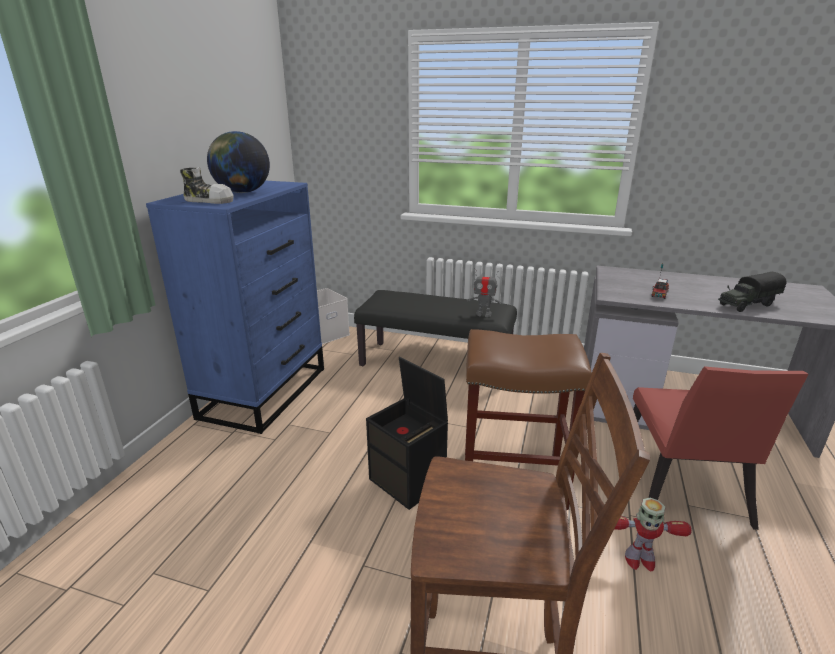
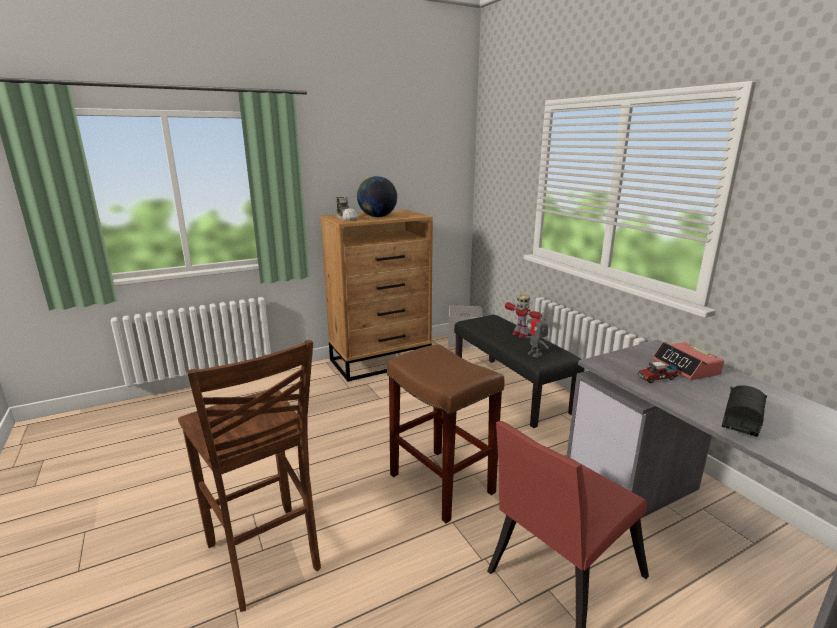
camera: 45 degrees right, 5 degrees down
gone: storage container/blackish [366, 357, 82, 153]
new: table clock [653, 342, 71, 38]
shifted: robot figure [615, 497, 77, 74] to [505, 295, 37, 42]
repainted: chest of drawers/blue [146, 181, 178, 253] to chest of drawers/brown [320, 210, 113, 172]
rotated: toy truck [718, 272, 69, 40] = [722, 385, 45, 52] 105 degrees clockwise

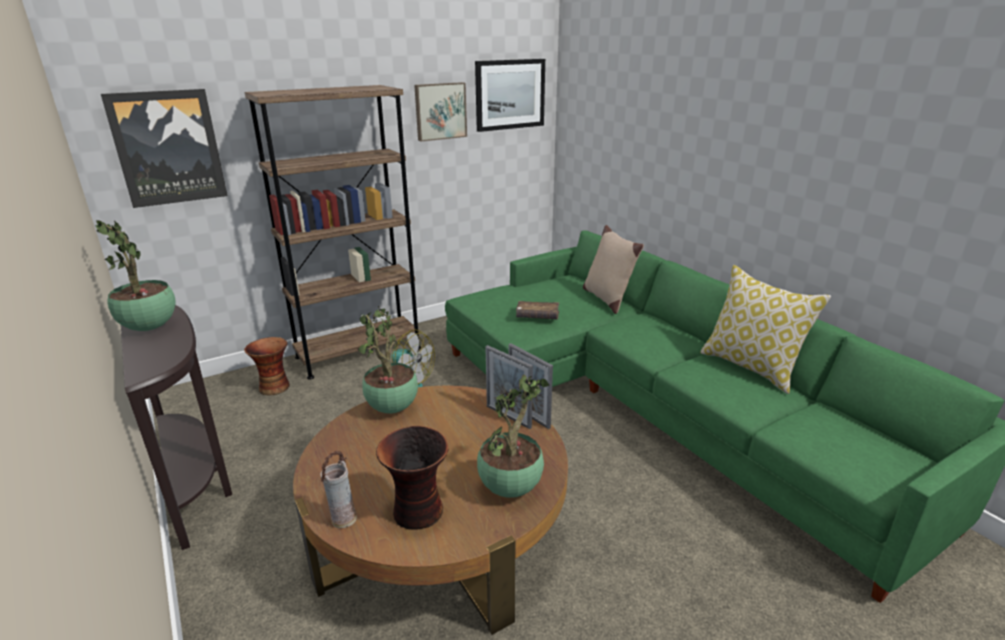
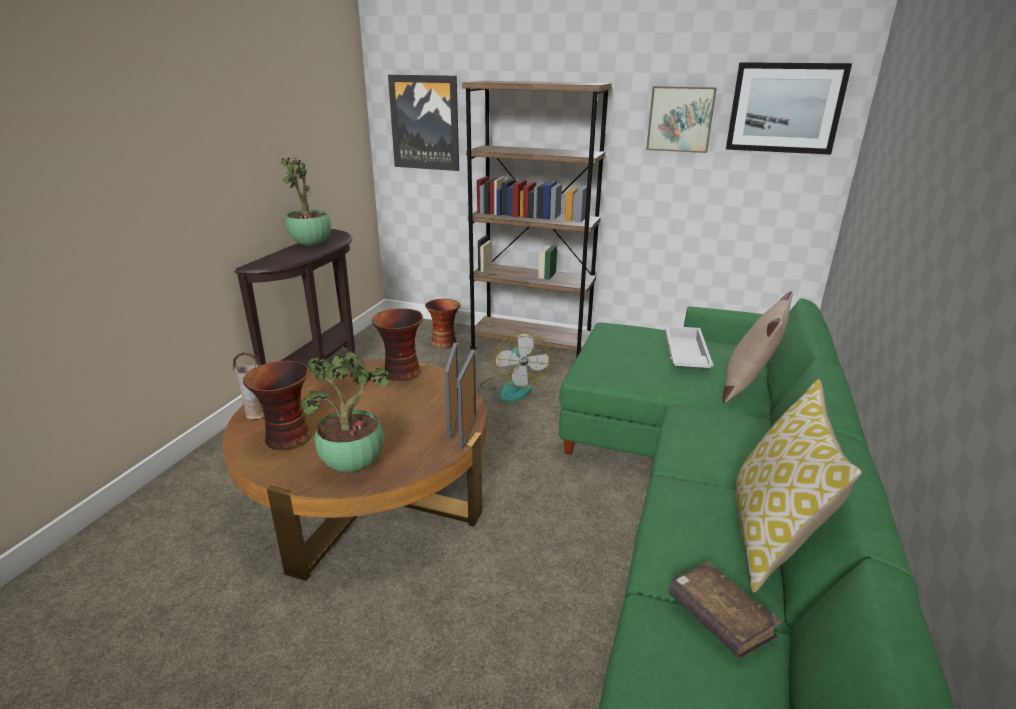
camera: 50 degrees right, 0 degrees up
new: tray/white [665, 326, 49, 42]
shifted: volume/brown [516, 301, 43, 18] to [668, 562, 114, 96]
swapped: potted plant [357, 306, 61, 108] to decorative vase [372, 308, 51, 73]

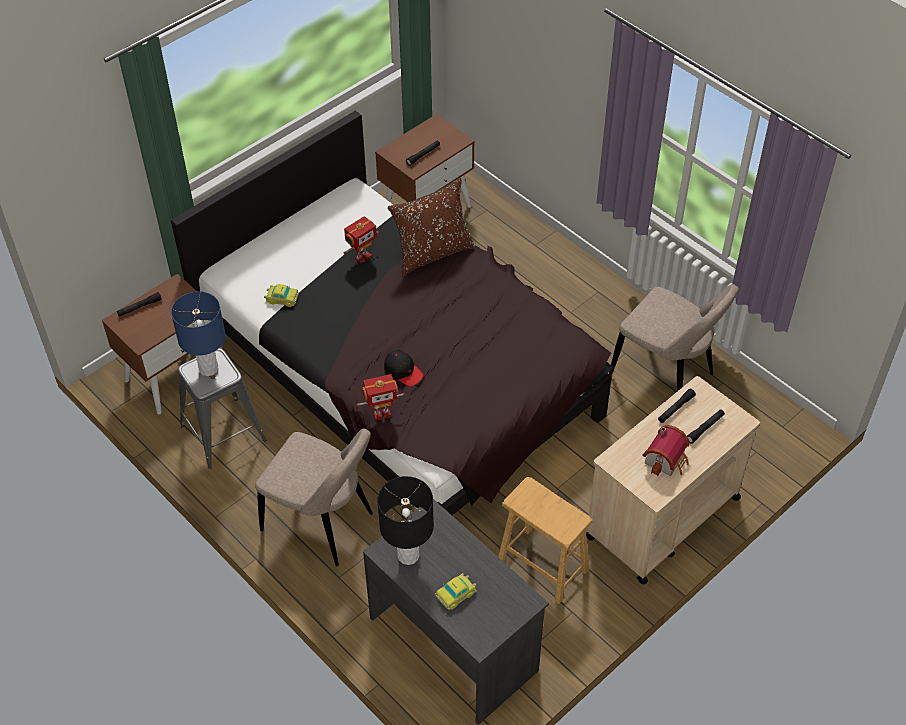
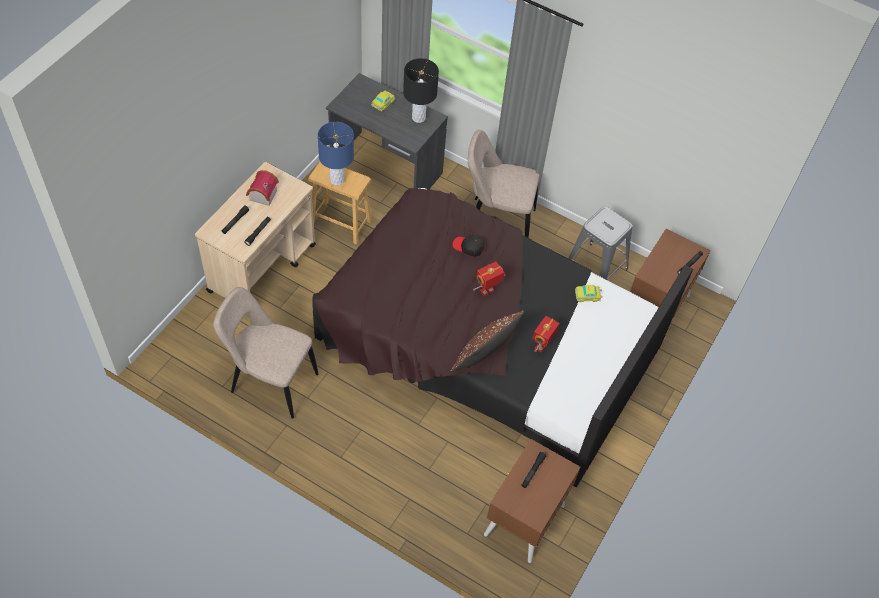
camera: 160 degrees right, 5 degrees up
shifted: lamp for a table/blue [171, 291, 55, 85] to [318, 122, 36, 63]; robot figure [356, 374, 49, 46] to [473, 262, 33, 34]

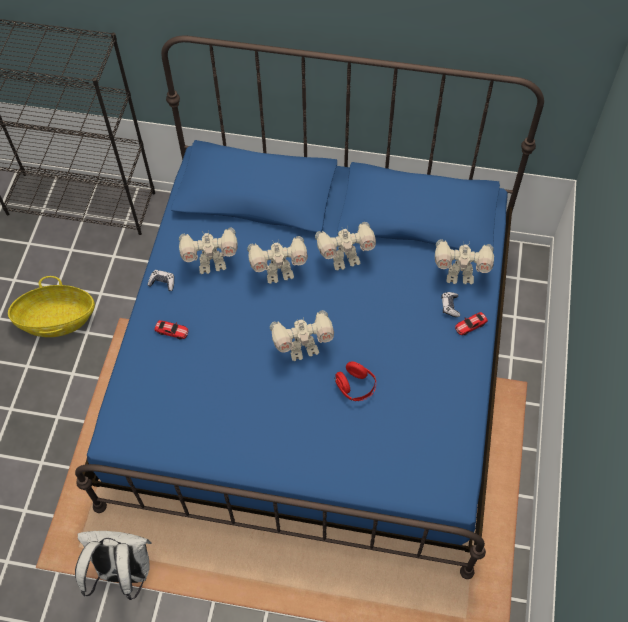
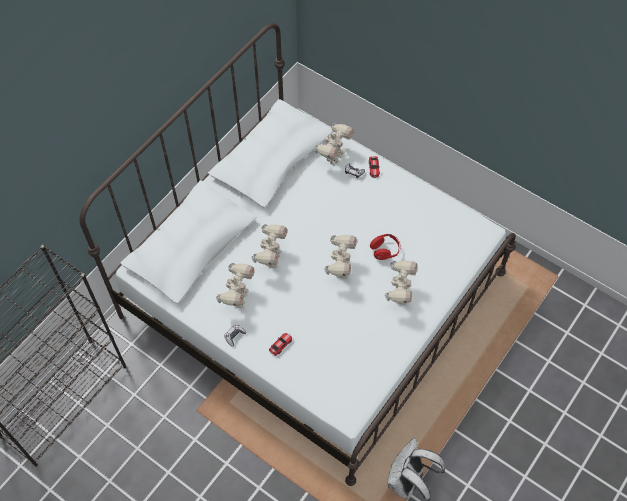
camera: 65 degrees left, 0 degrees up
gone: household basket [8, 276, 87, 61]
shifted: robot figure [315, 222, 61, 48] to [385, 261, 32, 44]
repainted: sleeping bed/blue [75, 35, 469, 544] to sleeping bed/white [79, 23, 437, 463]

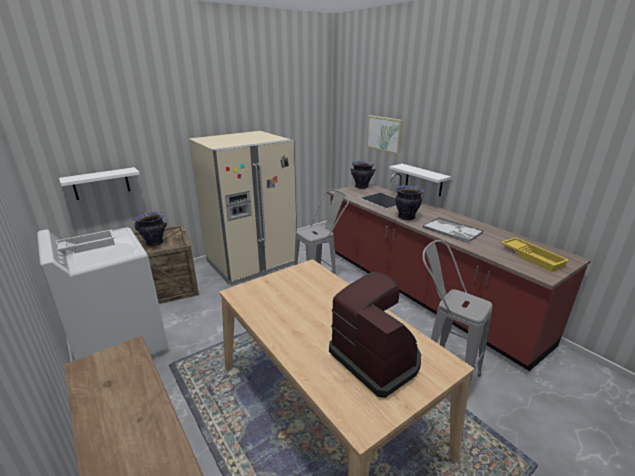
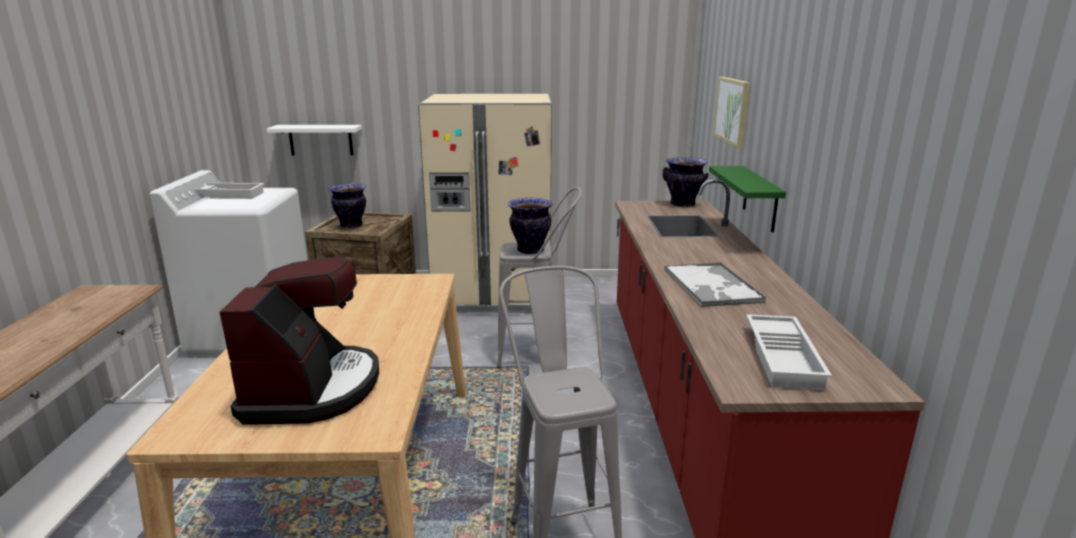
camera: 35 degrees right, 5 degrees down
shifted: decorative vase [395, 185, 29, 36] to [508, 198, 45, 57]
repainted: wall shelf/white [389, 164, 62, 32] to wall shelf/green [709, 166, 77, 67]; tray/yellow-coloured [501, 237, 68, 35] to tray/white [746, 314, 86, 77]

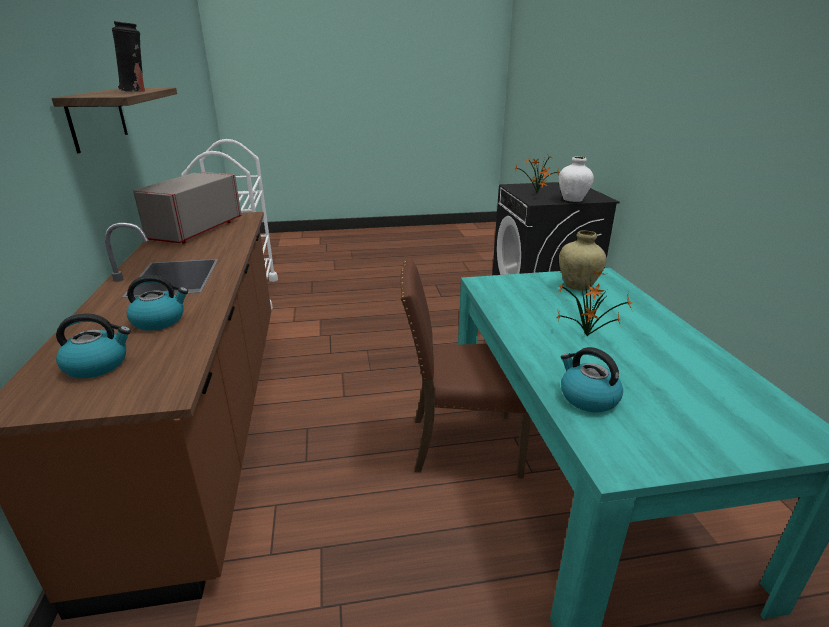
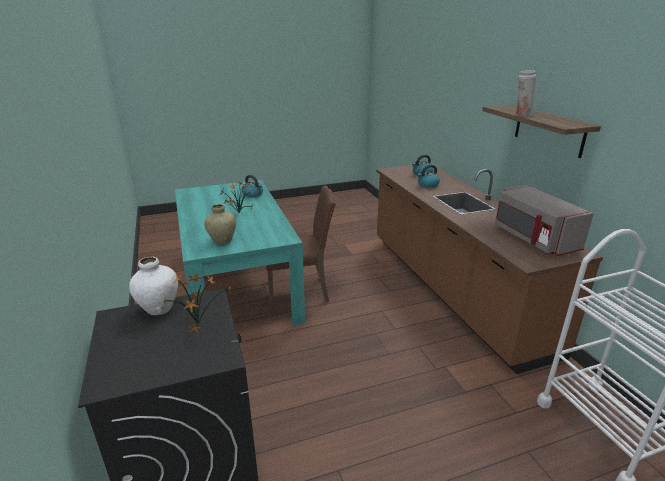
camera: 170 degrees right, 0 degrees up
repainted: decorative vase/blackish [112, 21, 33, 71] to decorative vase/white [516, 70, 21, 46]
rotated: microwave oven/gray [133, 172, 109, 72] = [495, 185, 99, 71] 150 degrees clockwise

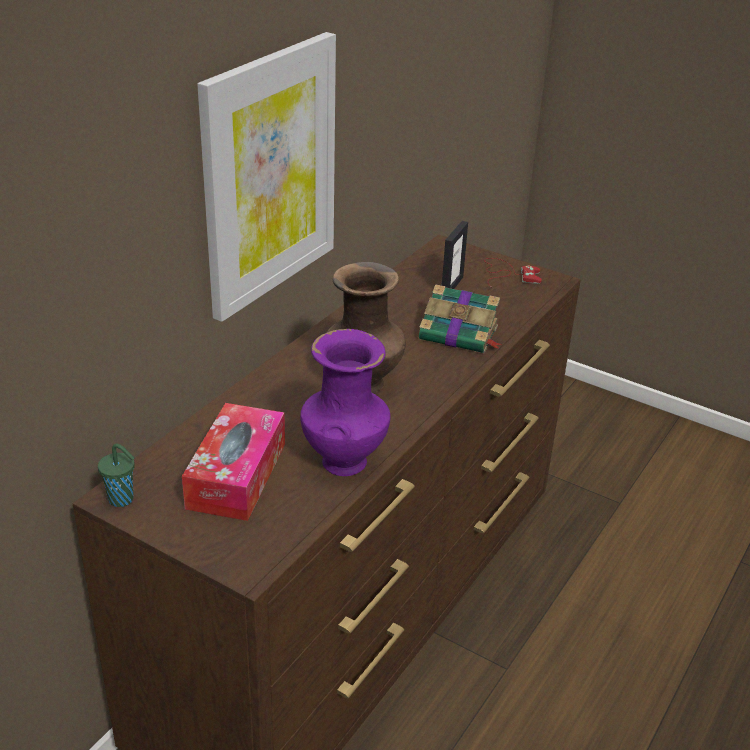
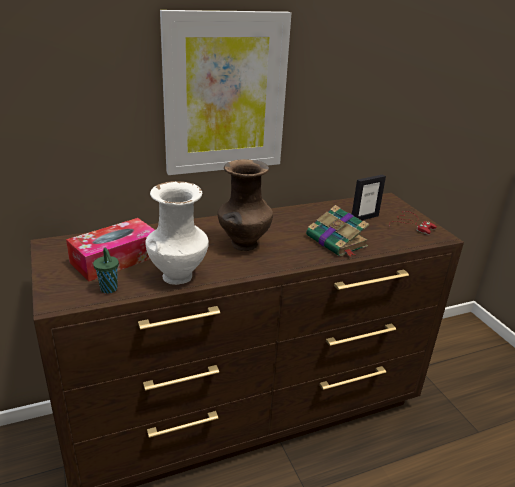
camera: 35 degrees right, 5 degrees down
shifted: small cup/green [98, 444, 37, 63] to [93, 248, 26, 45]
repainted: decorative vase/purple [300, 329, 90, 147] to decorative vase/white [146, 181, 63, 104]

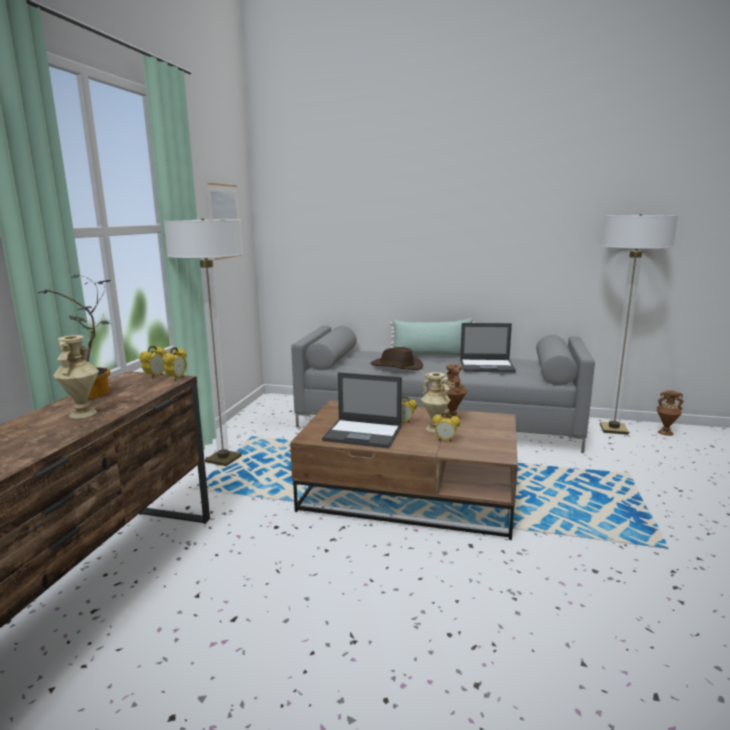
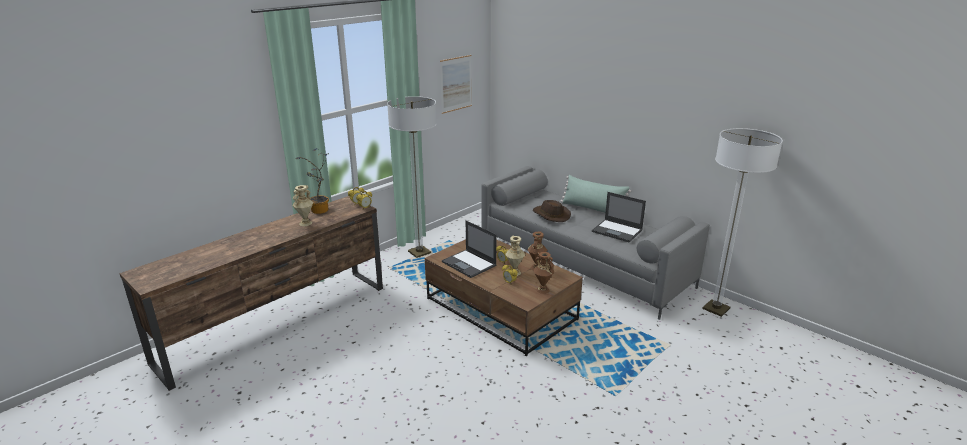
camera: 30 degrees right, 10 degrees up
shifted: decorative vase/brown [657, 390, 27, 46] to [533, 252, 22, 42]

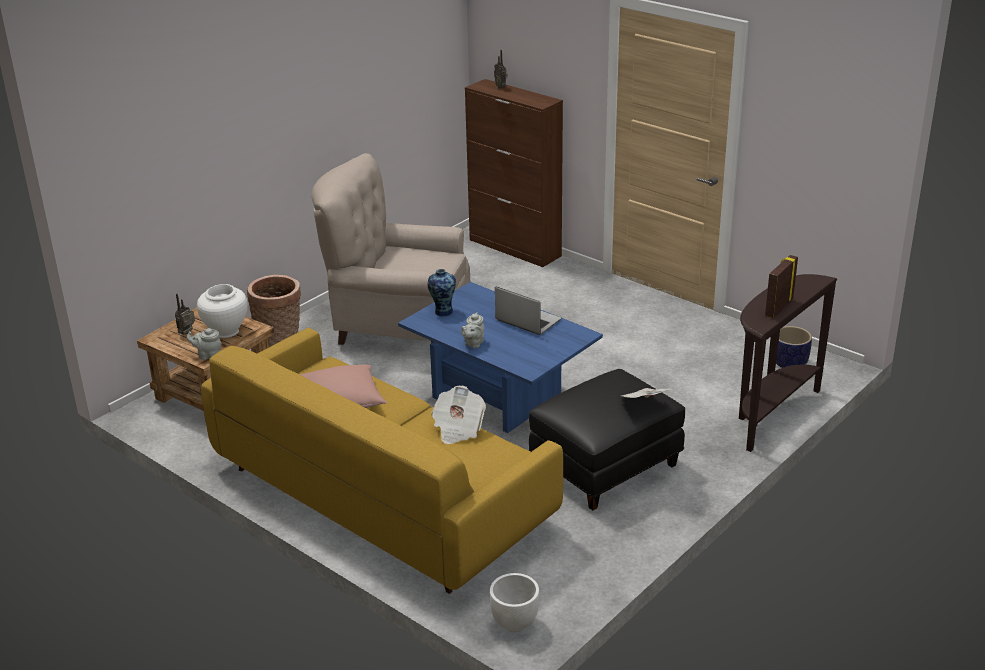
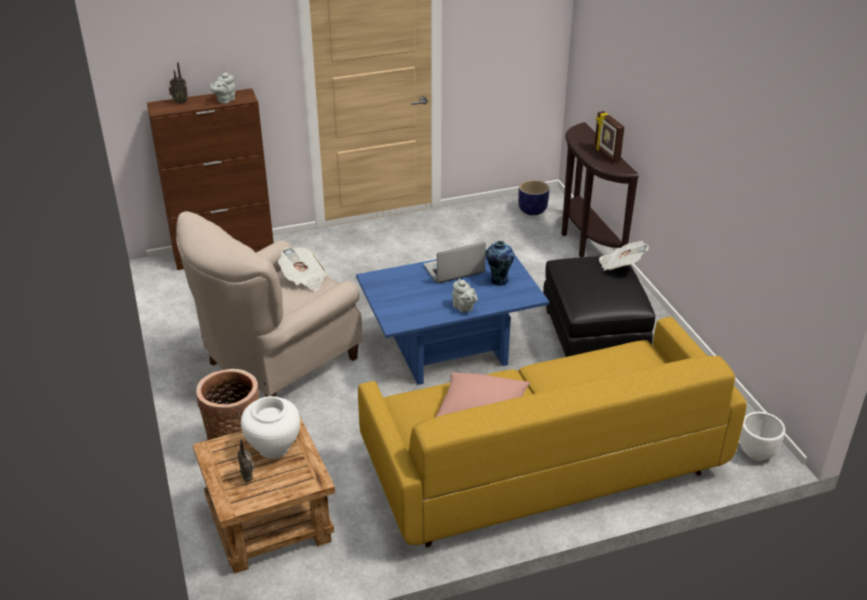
camera: 60 degrees left, 5 degrees up
shifted: pot for tea/gray [187, 328, 35, 32] to [210, 72, 25, 32]; decorative vase [428, 269, 28, 47] to [486, 241, 28, 45]; printed paper [431, 386, 55, 58] to [278, 247, 50, 44]

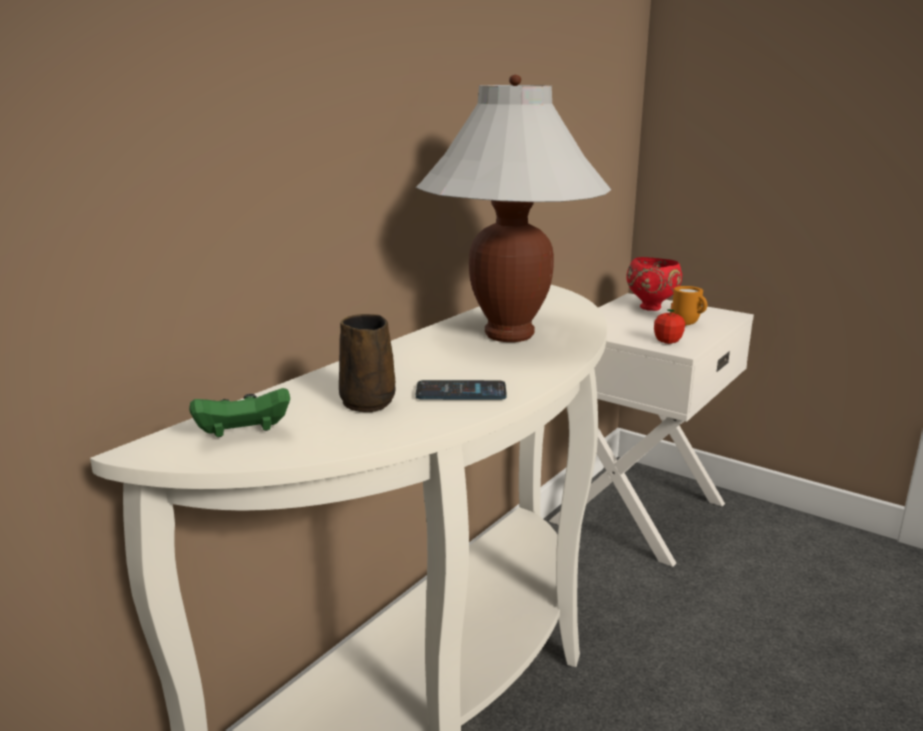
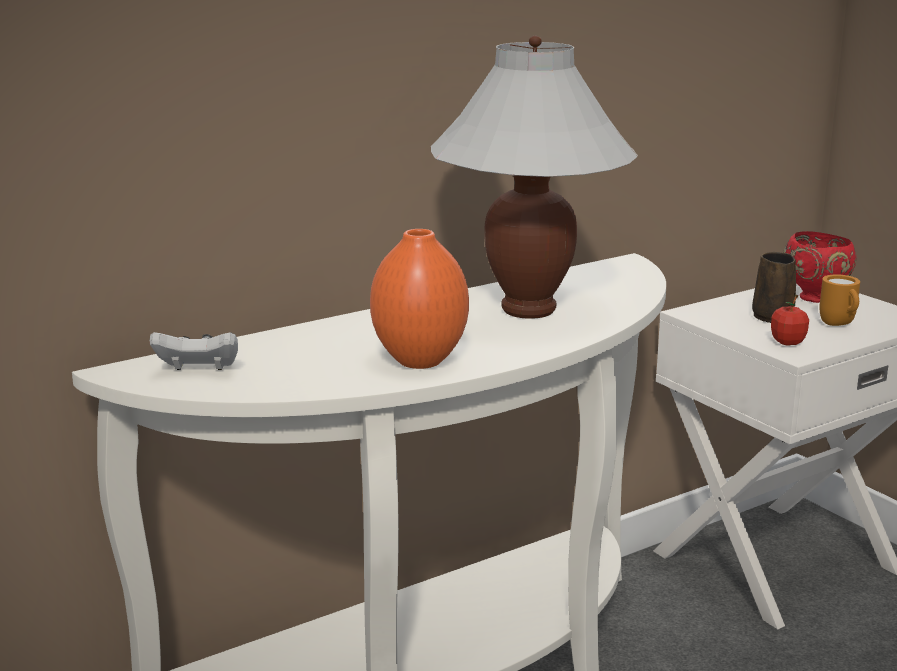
camera: 20 degrees right, 0 degrees up
shifted: tea mug/brown [339, 314, 57, 98] to [752, 252, 44, 71]
swapped: telephone [416, 380, 91, 20] to decorative vase/orange [370, 229, 99, 140]
repainted: gamepad/green [189, 388, 101, 49] to gamepad/white [150, 332, 88, 38]

